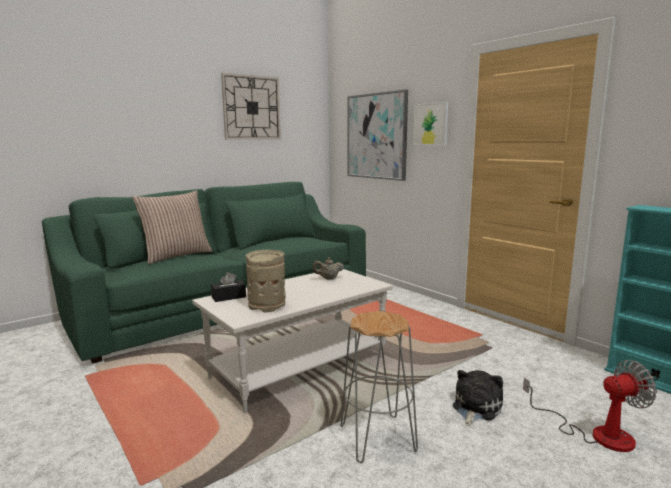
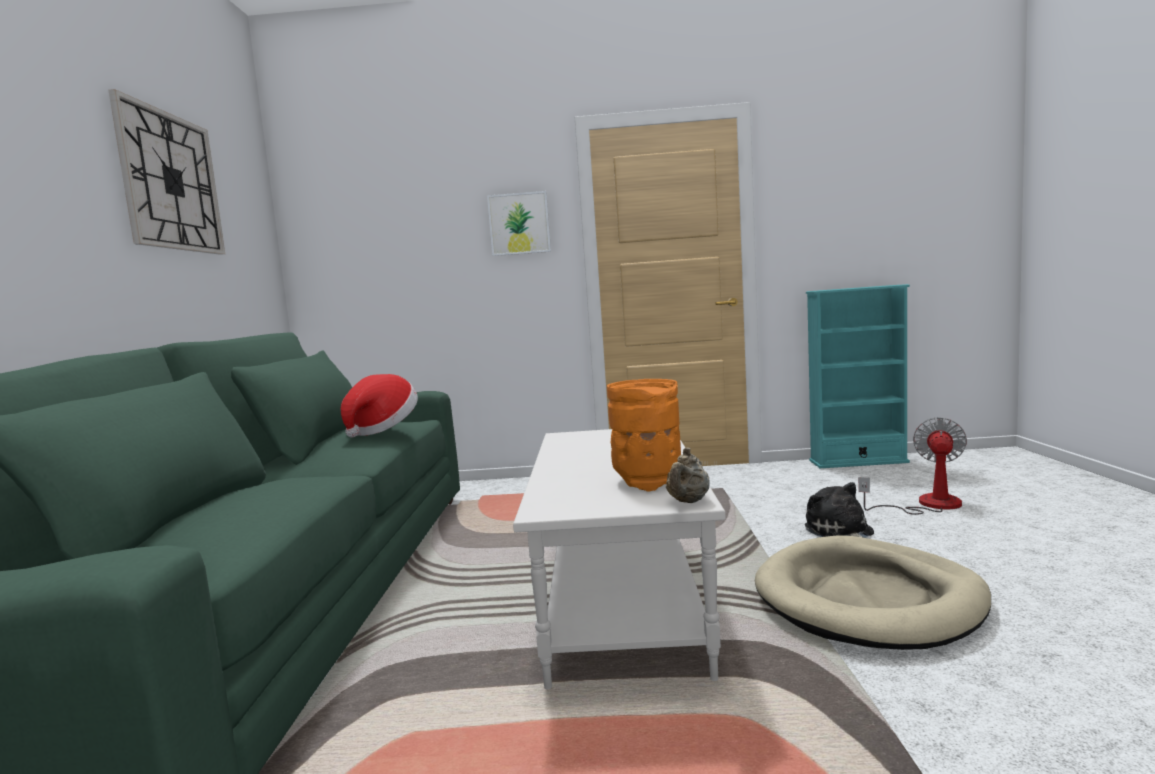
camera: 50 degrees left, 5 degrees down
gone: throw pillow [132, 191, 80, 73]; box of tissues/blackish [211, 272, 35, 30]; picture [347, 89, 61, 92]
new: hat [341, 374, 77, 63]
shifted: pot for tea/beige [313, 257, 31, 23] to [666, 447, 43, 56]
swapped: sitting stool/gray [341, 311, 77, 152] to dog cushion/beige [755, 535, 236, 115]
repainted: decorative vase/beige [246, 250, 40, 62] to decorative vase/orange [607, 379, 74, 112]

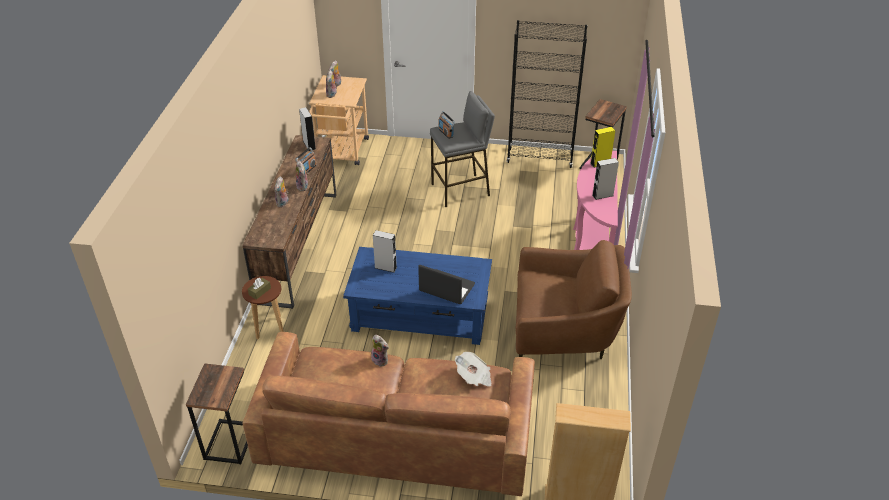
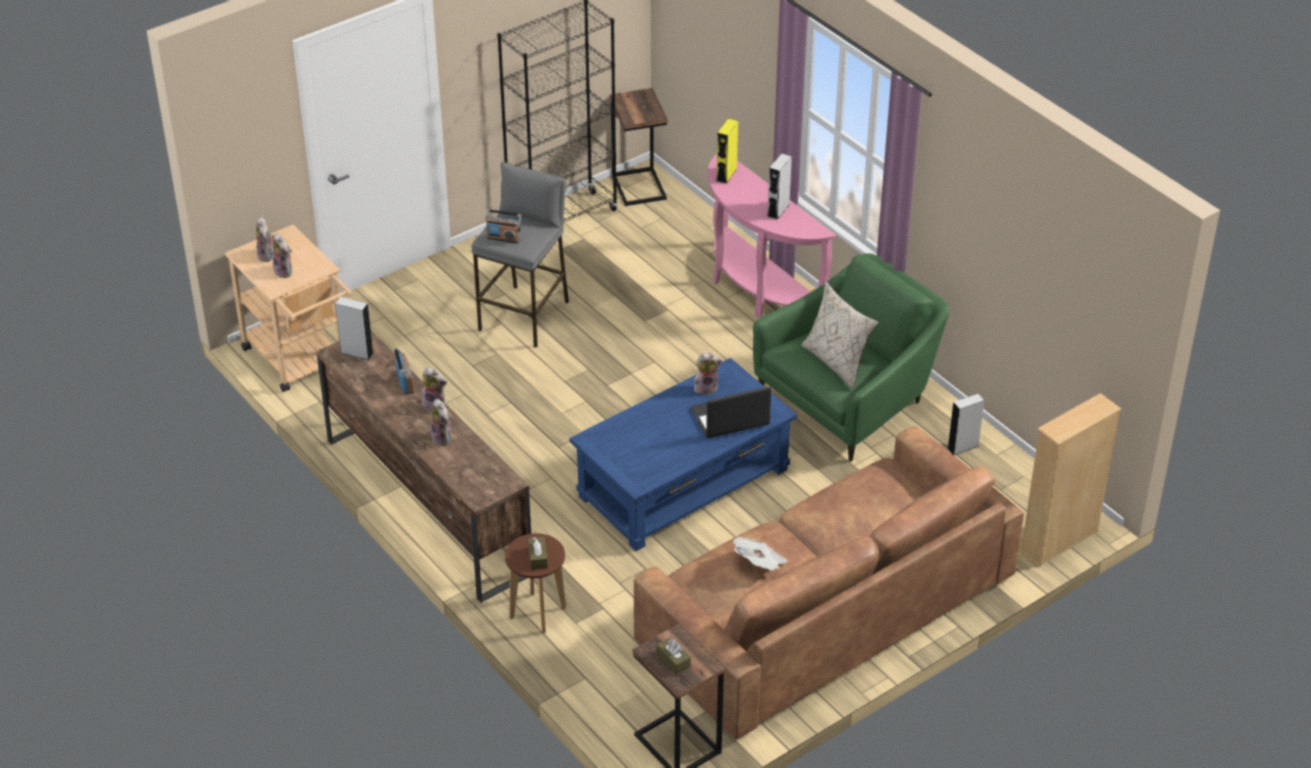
camera: 45 degrees left, 0 degrees up
new: box of tissues/brown [657, 637, 34, 38]; throw pillow/beige [802, 282, 77, 107]
shifted: plush toy [371, 335, 18, 32] to [694, 353, 29, 43]; audio speaker/gray [373, 230, 24, 43] to [947, 394, 37, 61]; printed paper [455, 352, 36, 35] to [733, 537, 55, 34]
repainted: armchair/brown [516, 240, 116, 119] to armchair/green [753, 253, 197, 209]

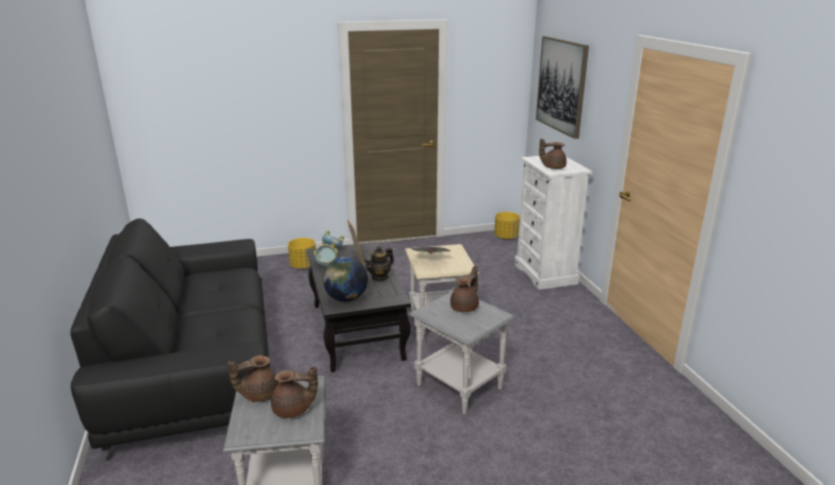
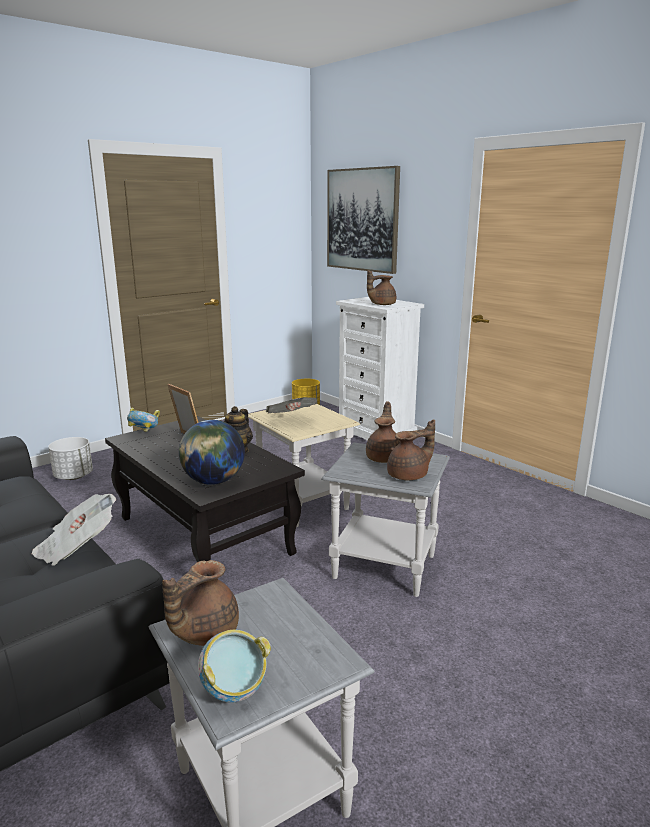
camera: 25 degrees left, 5 degrees down
new: printed paper [32, 494, 84, 71]
shifted: pot for tea/brown [271, 366, 47, 52] to [387, 419, 48, 61]; bowl [314, 244, 24, 22] to [198, 630, 73, 73]
repainted: planter/yellow-coloured [288, 238, 28, 31] to planter/white [48, 437, 45, 43]

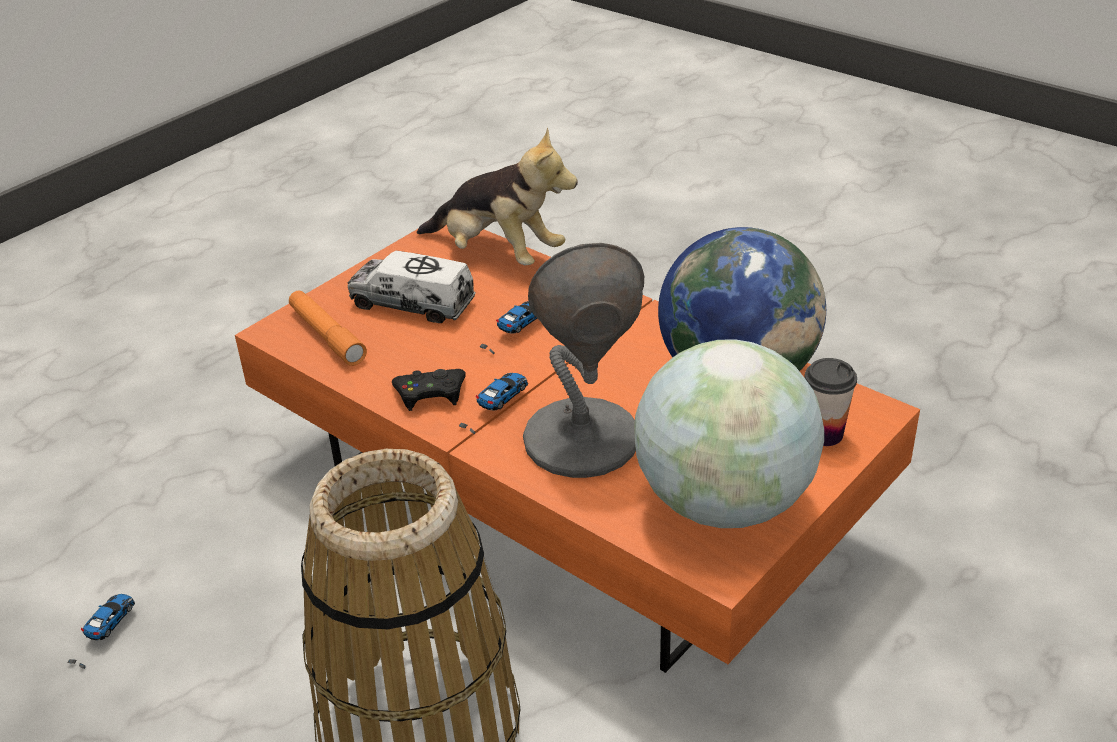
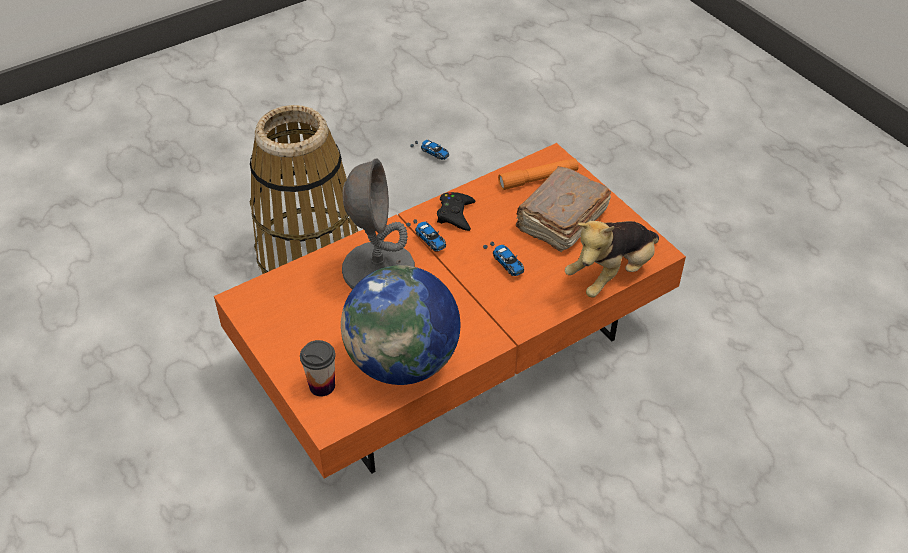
camera: 105 degrees right, 10 degrees up
gone: globe [634, 339, 190, 189]
swapped: toy truck [348, 251, 128, 72] to volume/brown [515, 166, 96, 86]

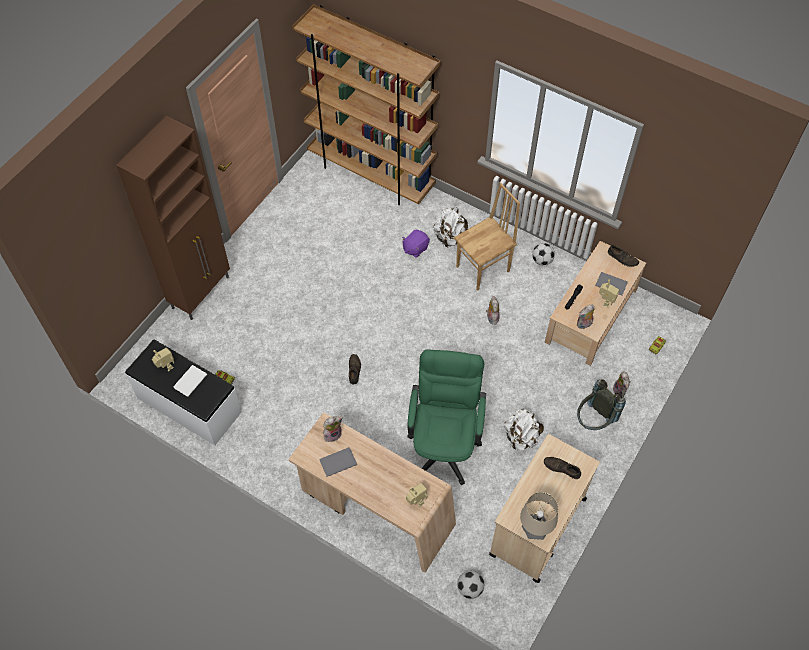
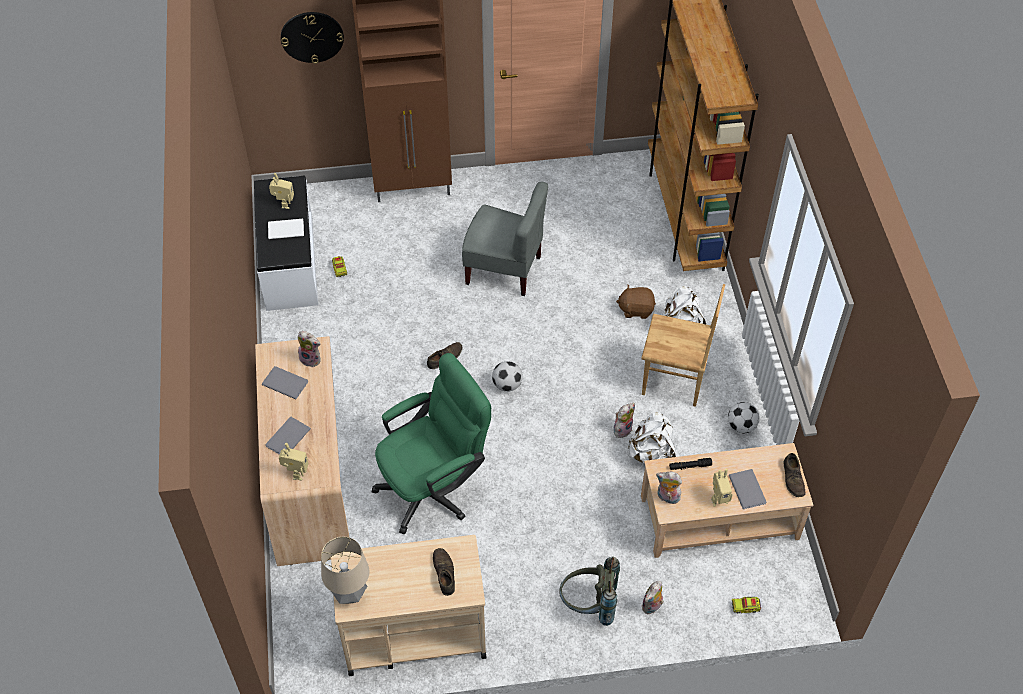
camera: 50 degrees right, 5 degrees down
new: volume/gray [266, 417, 45, 38]; hanging clock [281, 12, 63, 52]; plain chair/gray [462, 181, 86, 115]
shifted: football ball [457, 571, 27, 28] to [492, 361, 31, 31]; knapsack/white [504, 408, 40, 43] to [627, 411, 49, 54]
repainted: plush toy/purple [402, 230, 28, 28] to plush toy/brown [616, 284, 40, 35]

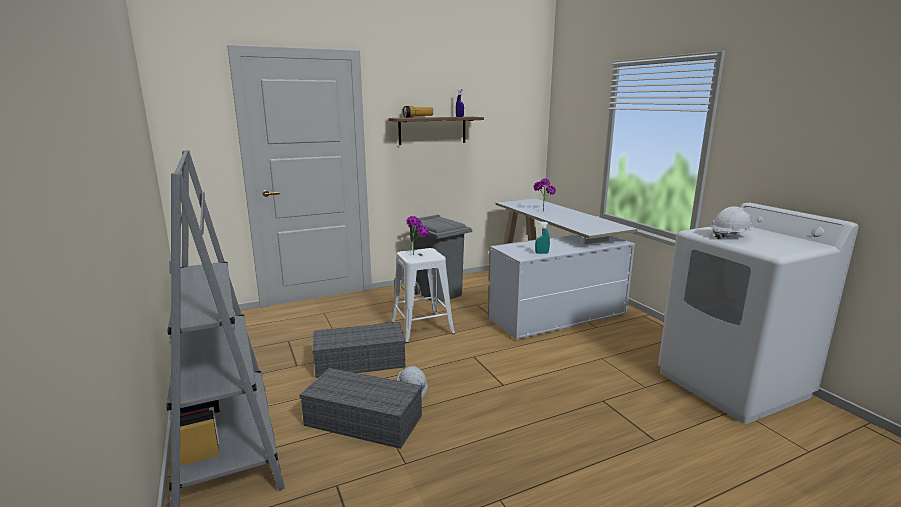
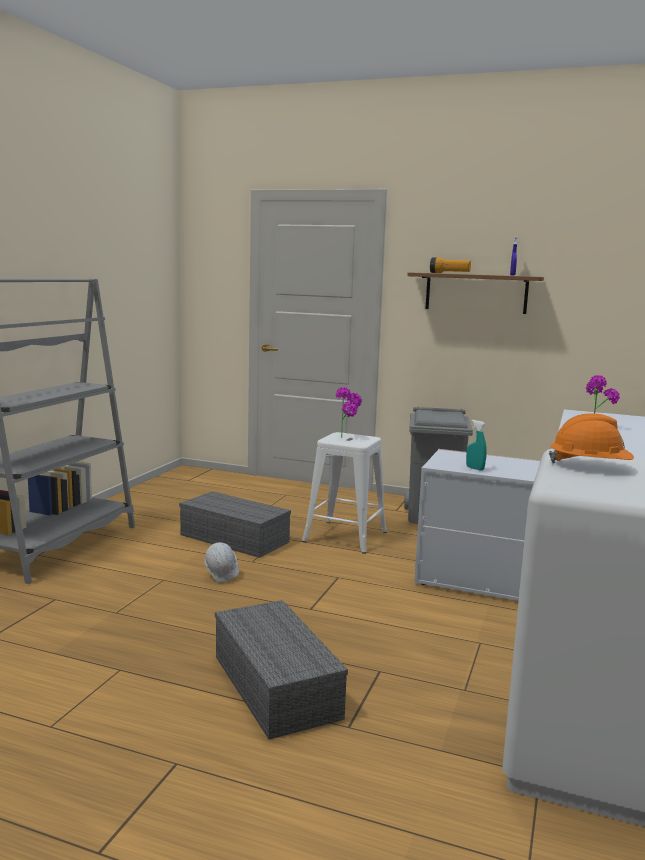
camera: 45 degrees right, 5 degrees down
shifted: storage container/gray [299, 368, 123, 81] to [215, 600, 133, 139]
repainted: work helmet/white [711, 206, 44, 34] to work helmet/orange [549, 413, 85, 50]

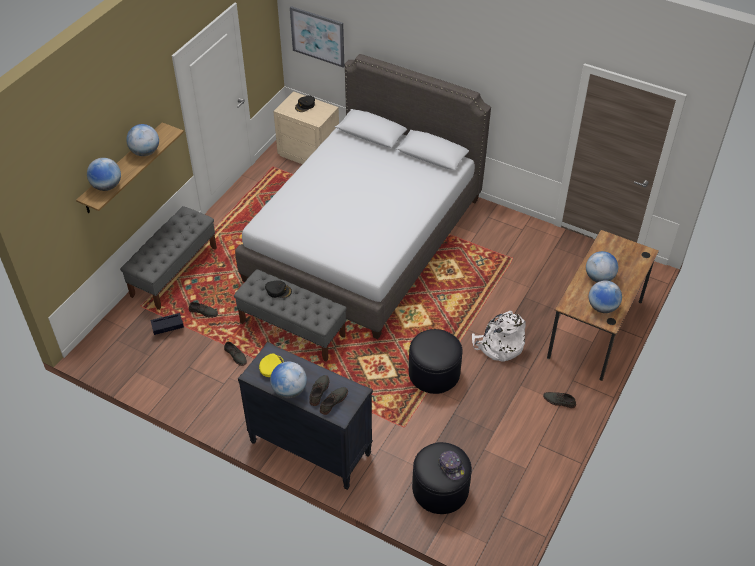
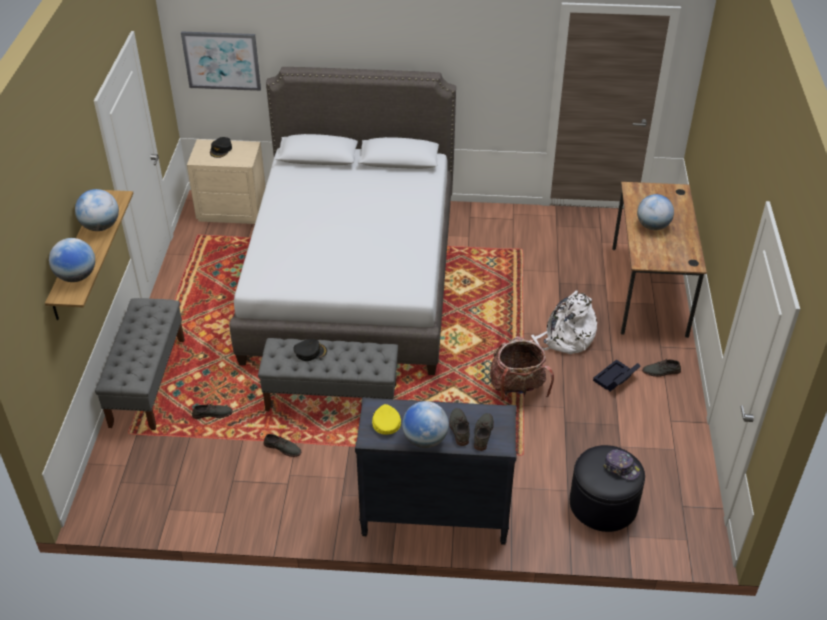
camera: 25 degrees left, 5 degrees down
gone: globe [589, 280, 33, 33]
shifted: storage container/blackish [151, 313, 33, 22] to [593, 360, 48, 31]
swapped: pouffe/blackish [409, 329, 54, 65] to knapsack [490, 336, 64, 65]

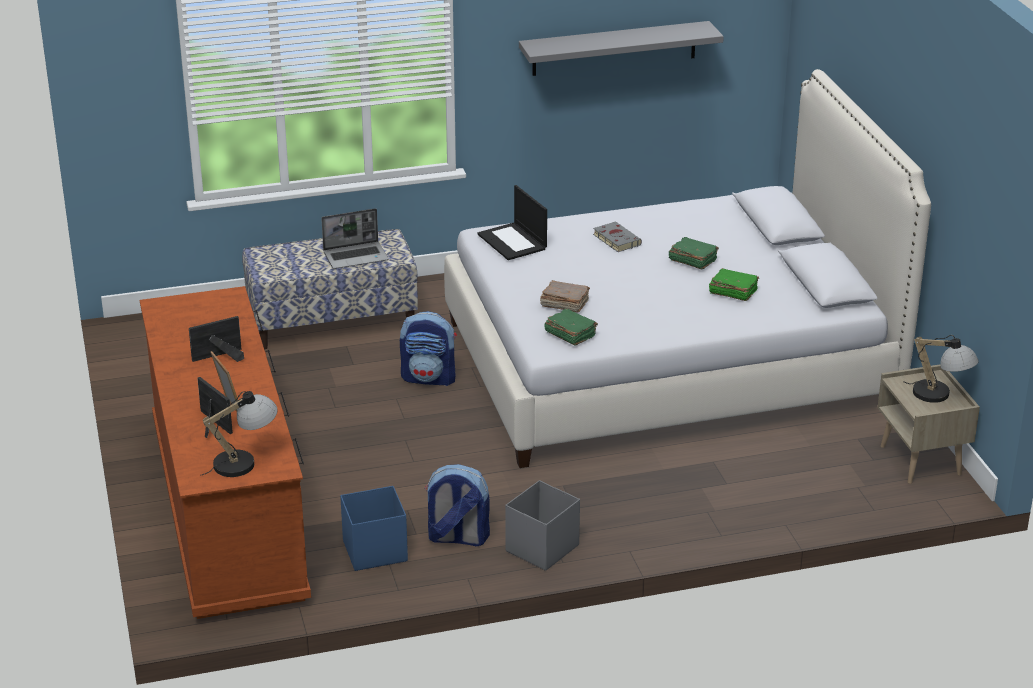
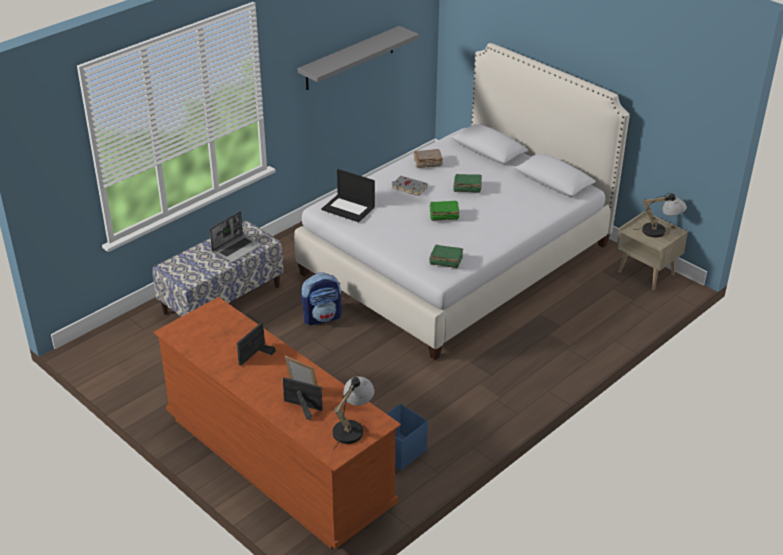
camera: 30 degrees left, 5 degrees up
gone: knapsack [424, 464, 66, 82]; storage container/gray [505, 480, 75, 91]
shifted: volume/brown [540, 280, 50, 32] to [414, 149, 29, 19]; volume/green [709, 268, 50, 33] to [429, 201, 30, 20]

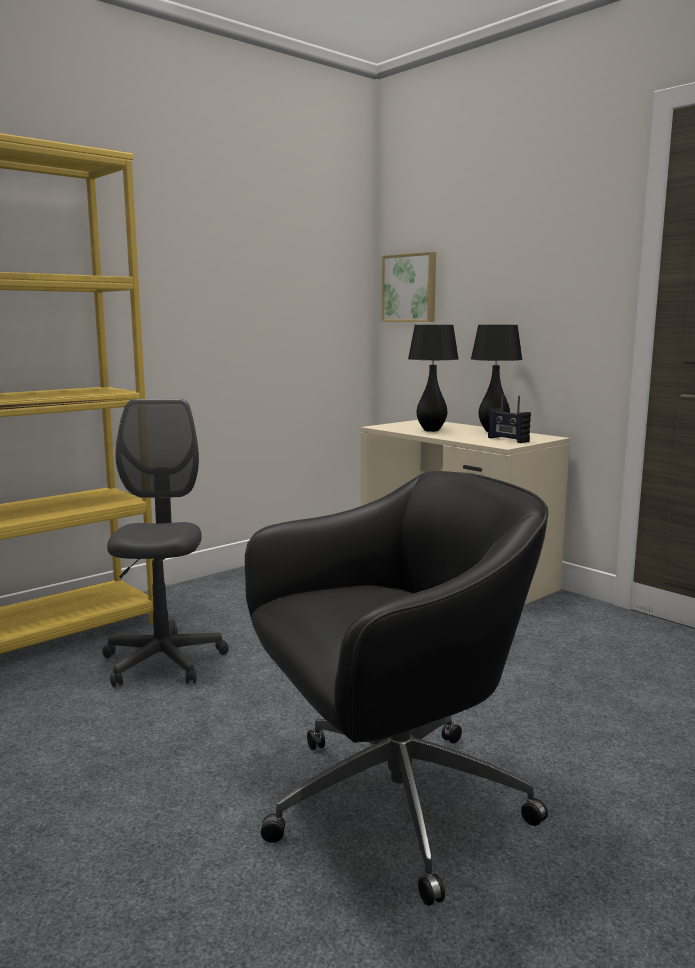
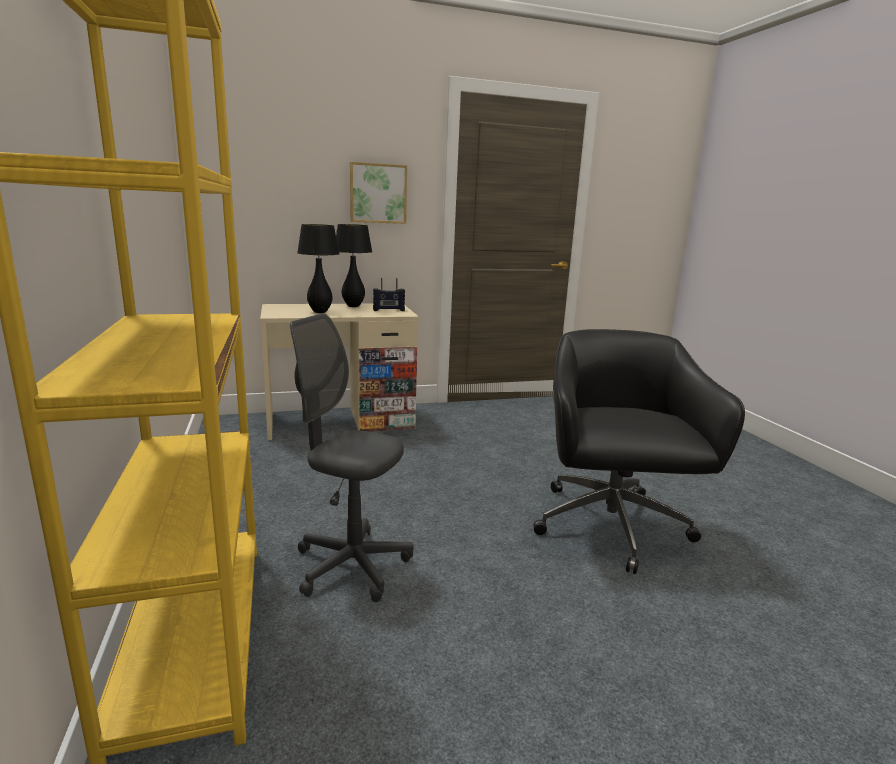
camera: 65 degrees left, 5 degrees up
shifted: picture [382, 252, 54, 70] to [350, 162, 57, 62]

